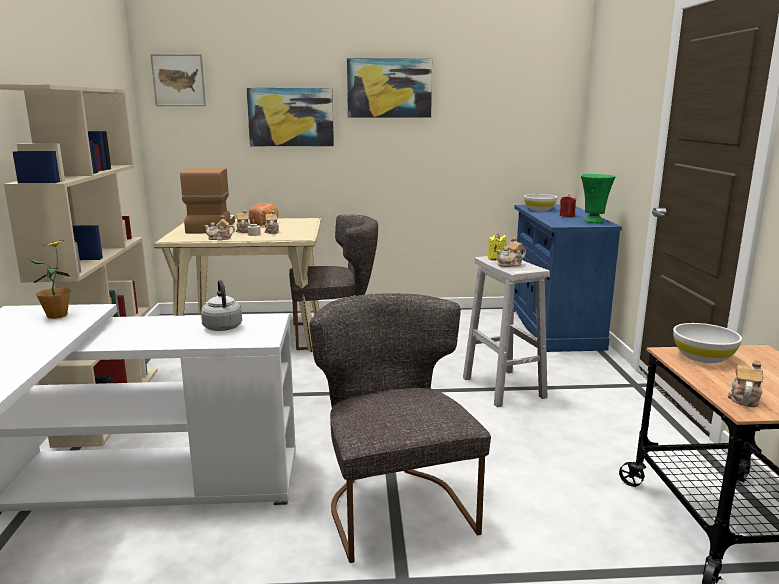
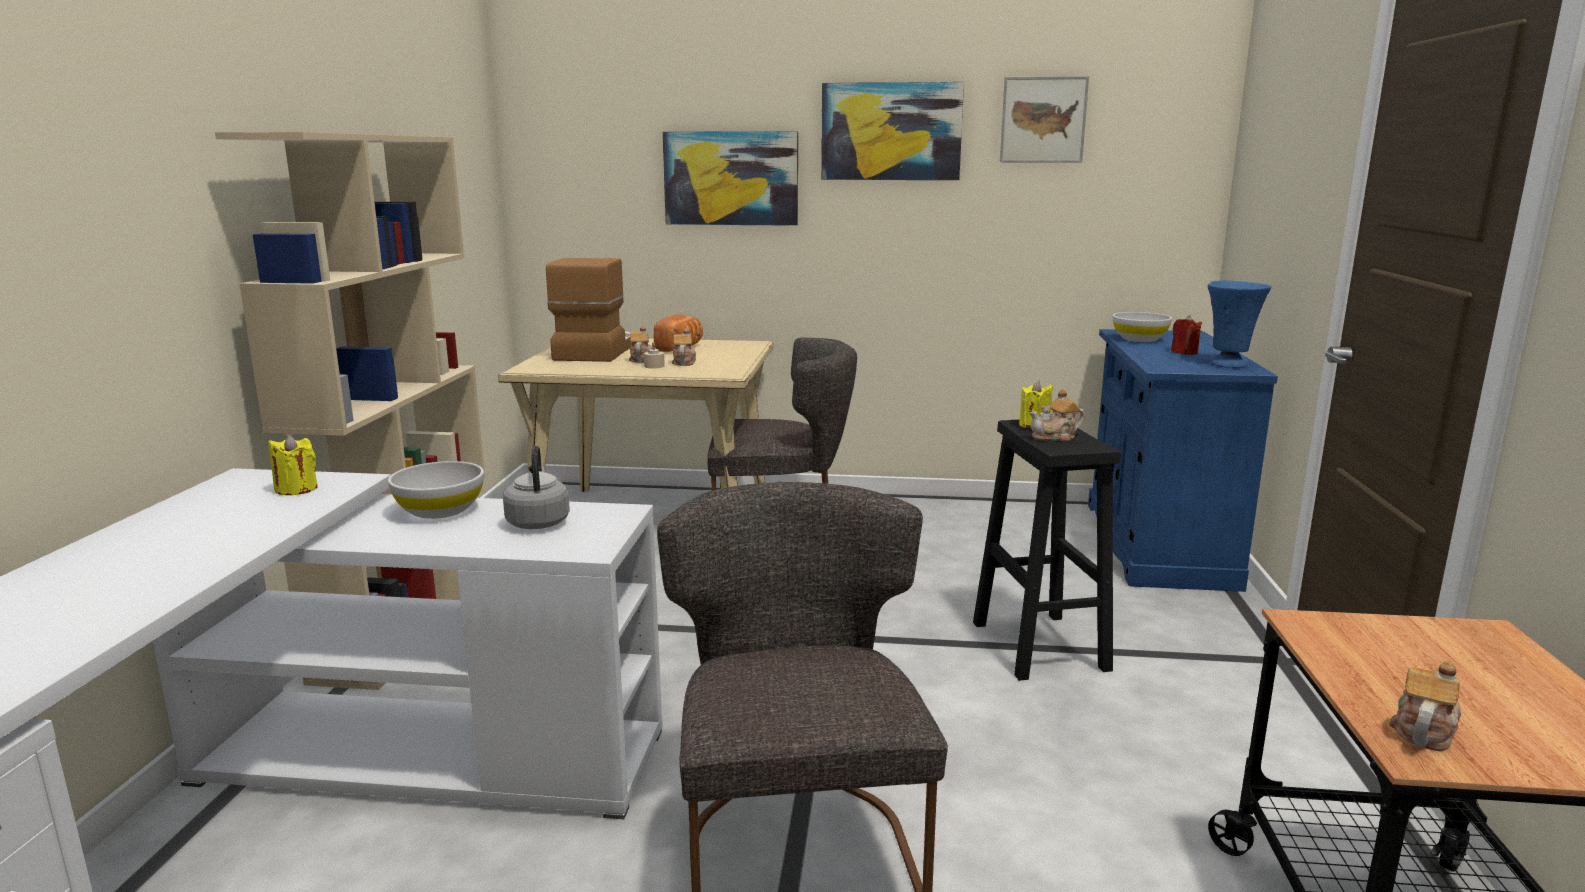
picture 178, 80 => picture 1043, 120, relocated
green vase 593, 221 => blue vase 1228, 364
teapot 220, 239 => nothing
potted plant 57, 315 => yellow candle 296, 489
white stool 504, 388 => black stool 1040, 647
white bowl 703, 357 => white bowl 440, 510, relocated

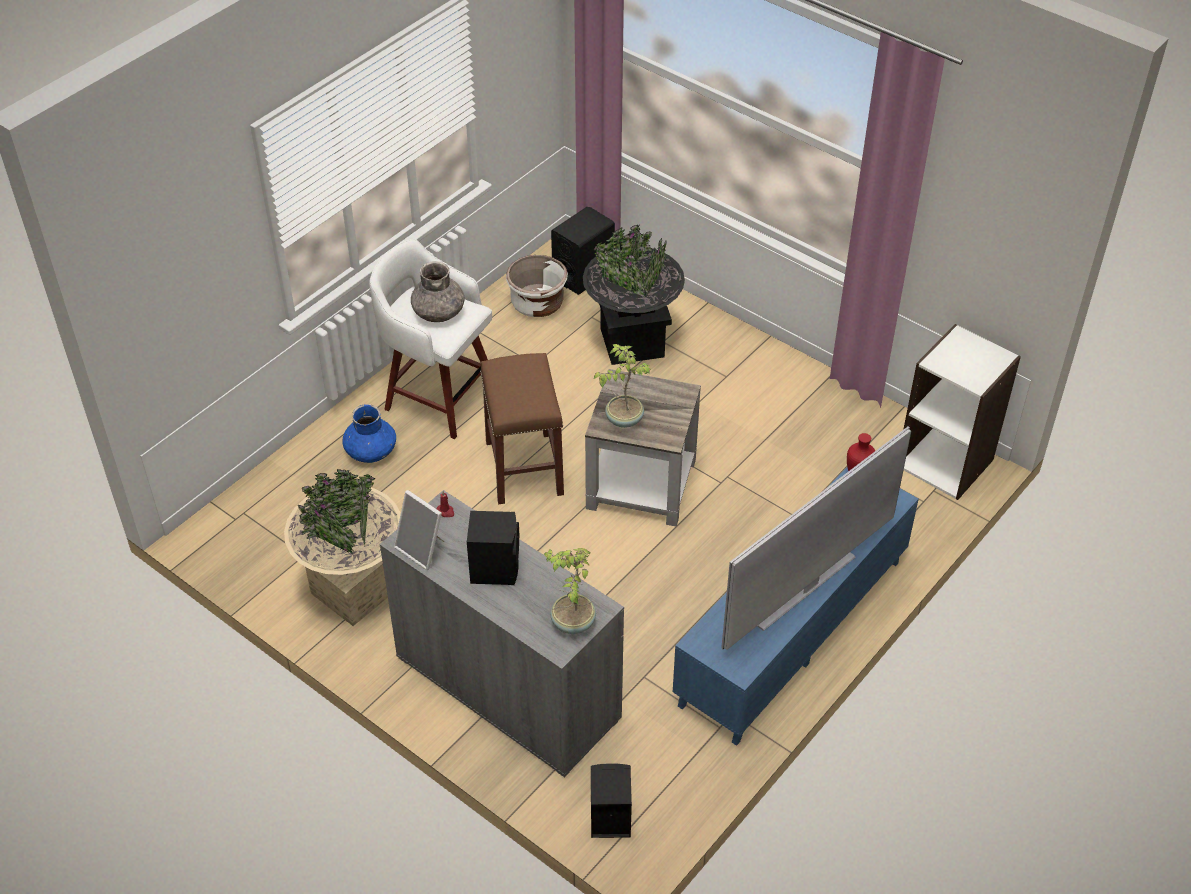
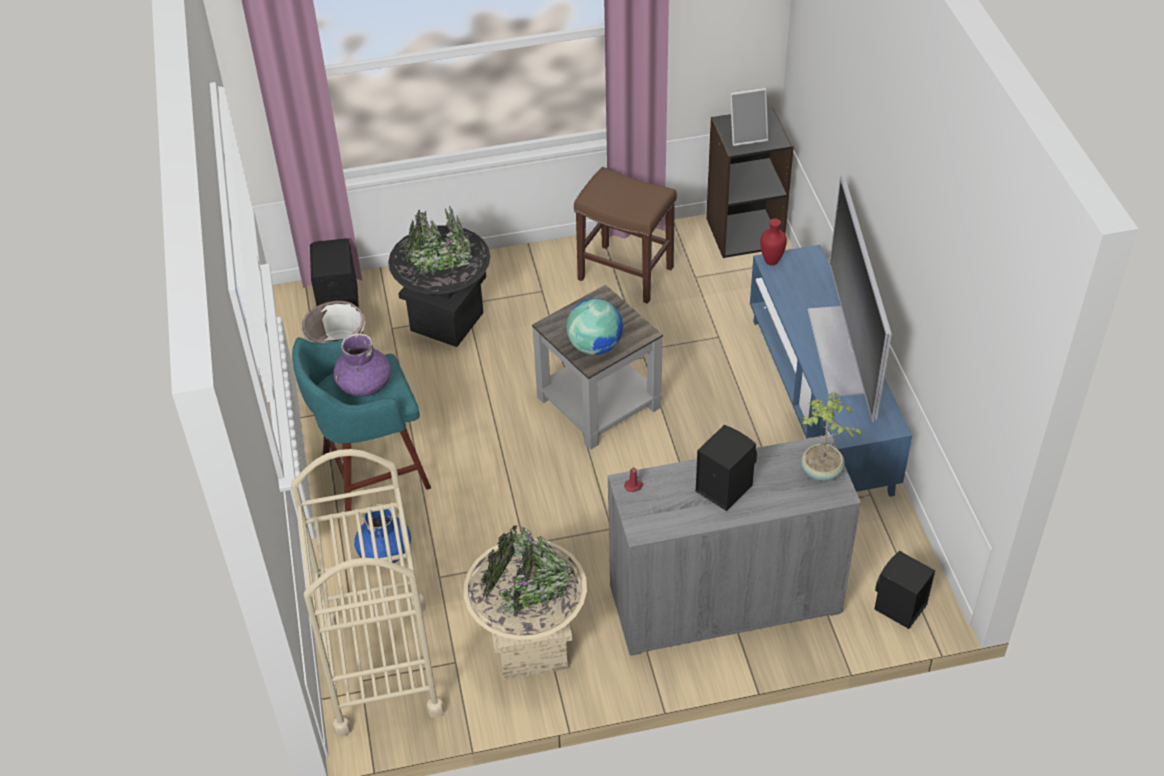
white stool 438, 397 => turquoise stool 372, 472
grey vase 439, 312 => purple vase 364, 384
white bookcase 945, 462 => black bookcase 744, 232
potted plant 623, 419 => globe 595, 346
brown stool 525, 469 => brown stool 627, 273, relocated
picture frame 422, 549 => picture frame 747, 136, relocated
nothing => beige cart 380, 666

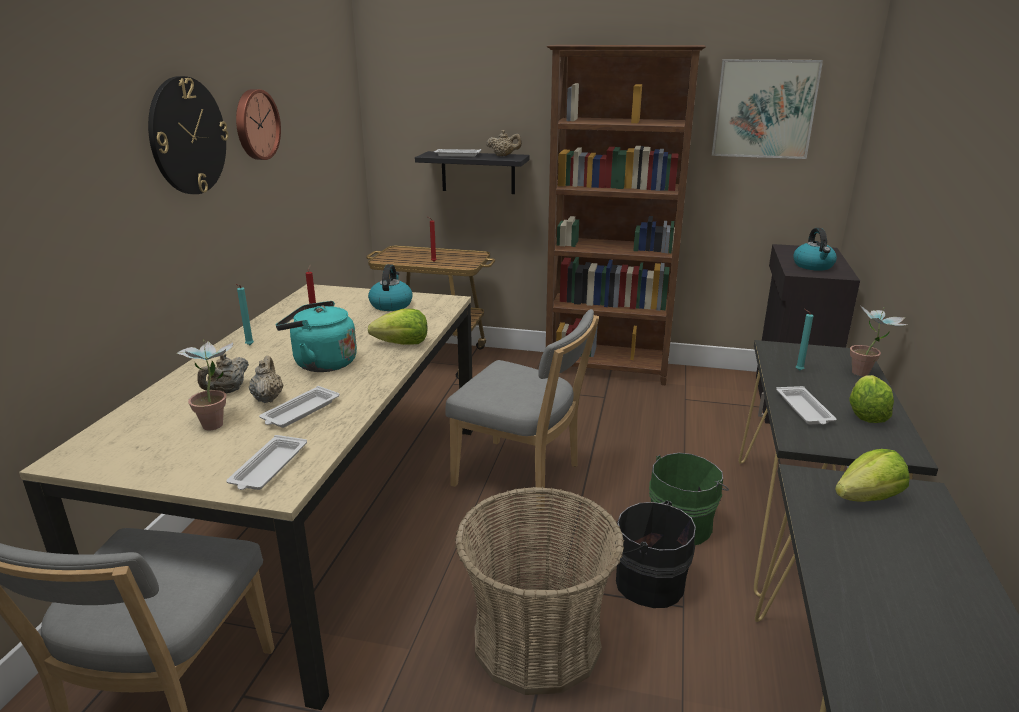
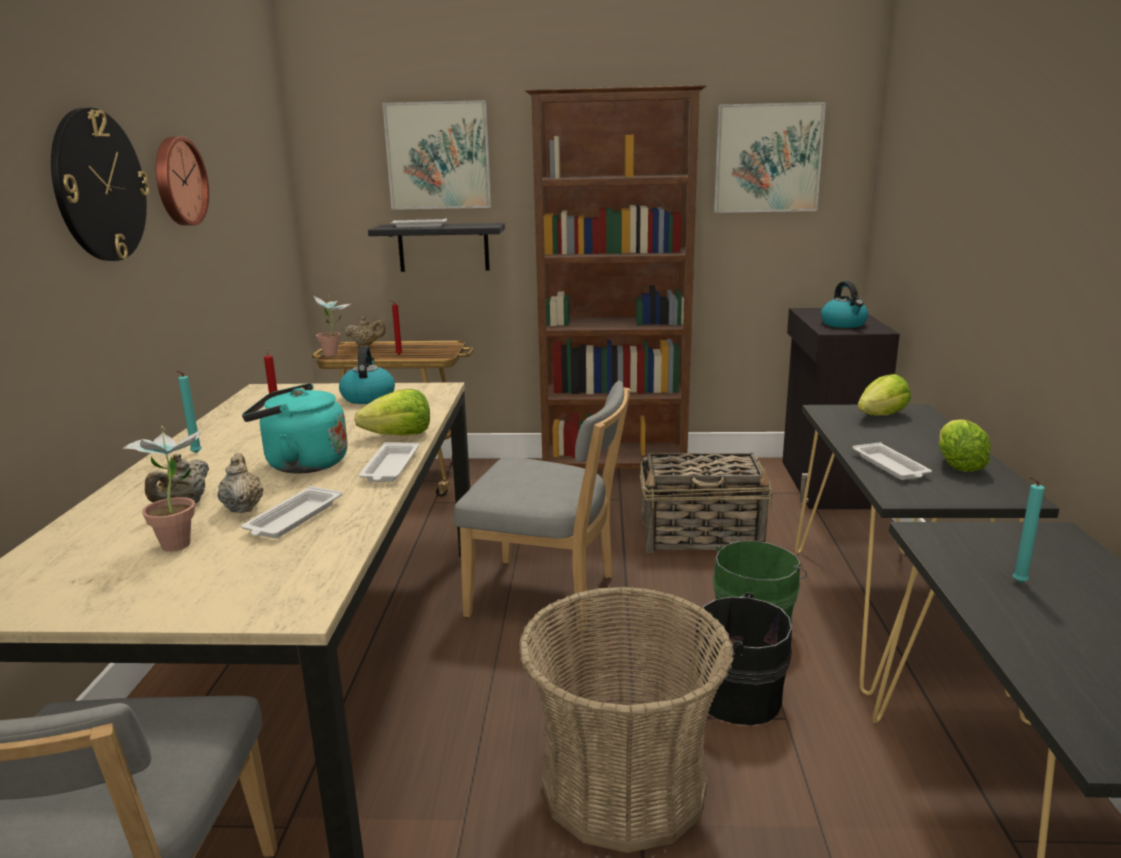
beige teapot 504, 156 => beige teapot 366, 344, relocated
potted plant 867, 374 => potted plant 335, 355, relocated
turquoise candle 798, 370 => turquoise candle 1017, 583, relocated
white tray 268, 468 => white tray 390, 468, relocated
lettuce 868, 498 => lettuce 881, 415, relocated
nothing => picture 438, 156
nothing => basket 702, 537

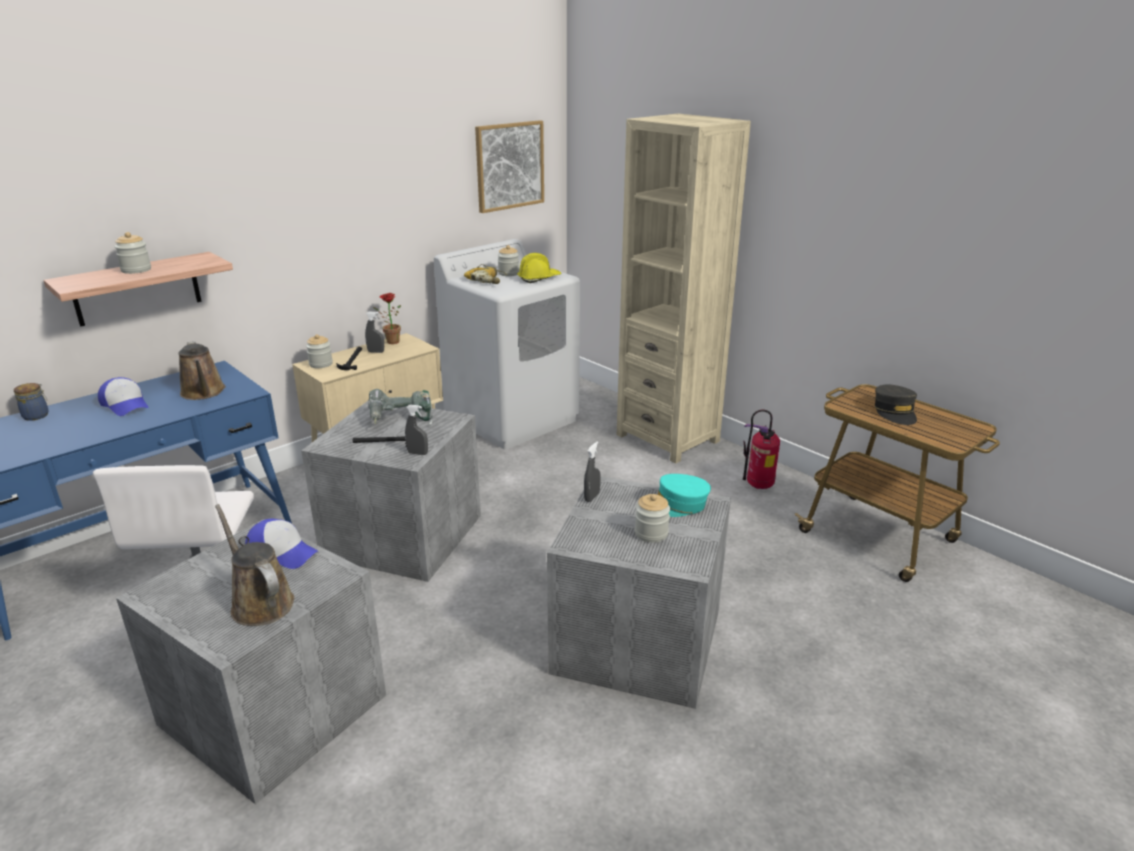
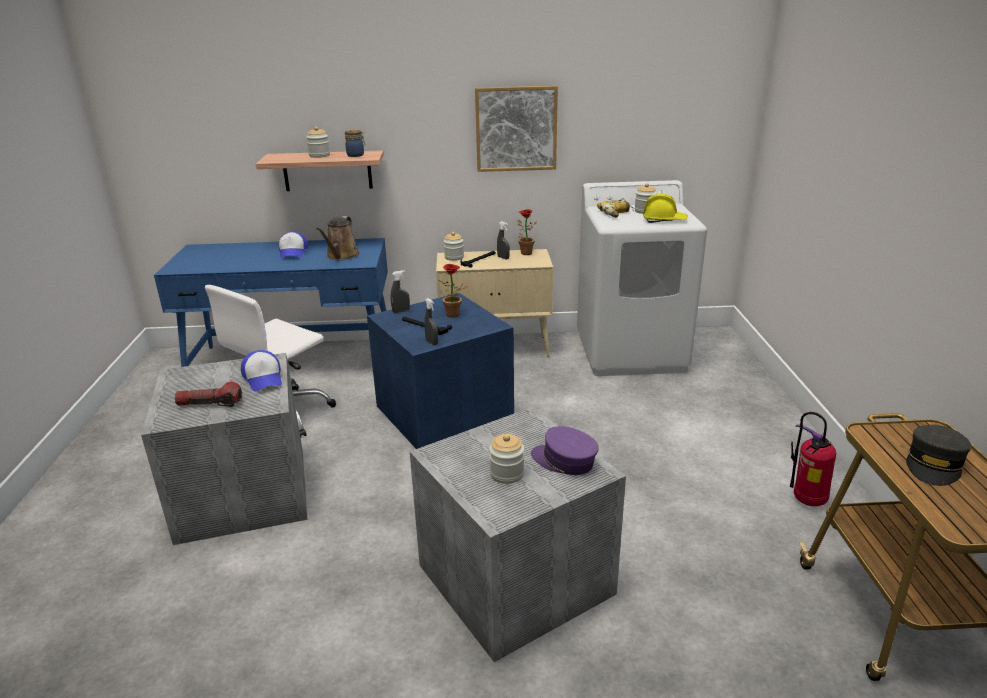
beige bookcase 668, 438 => nothing
picture 509, 166 => picture 516, 129, relocated
jar 37, 415 => jar 356, 155, relocated
power drill 401, 421 => potted plant 455, 315
grey storage box 400, 536 => blue storage box 441, 413
grey spray bottle 591, 497 => grey spray bottle 401, 311, relocated
turquoise cap 676, 505 => purple cap 564, 461
brown watering can 259, 602 => flashlight 210, 404

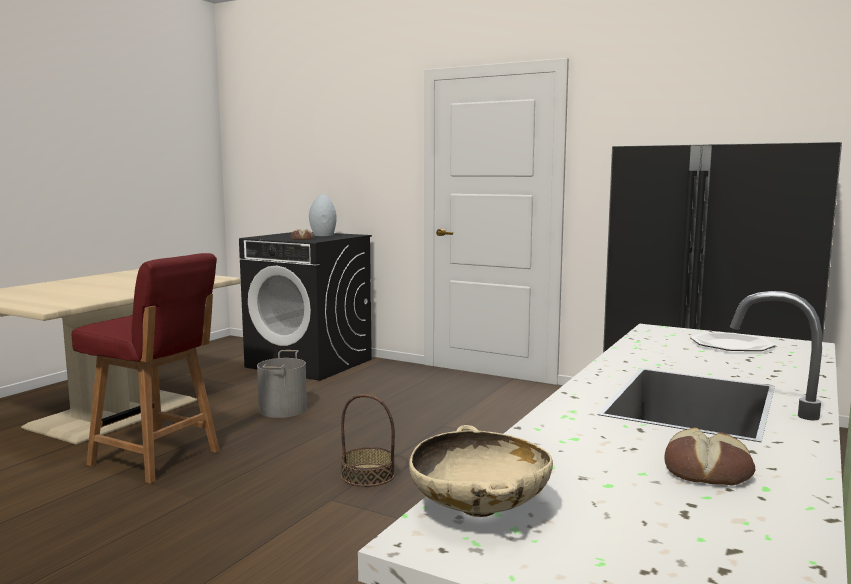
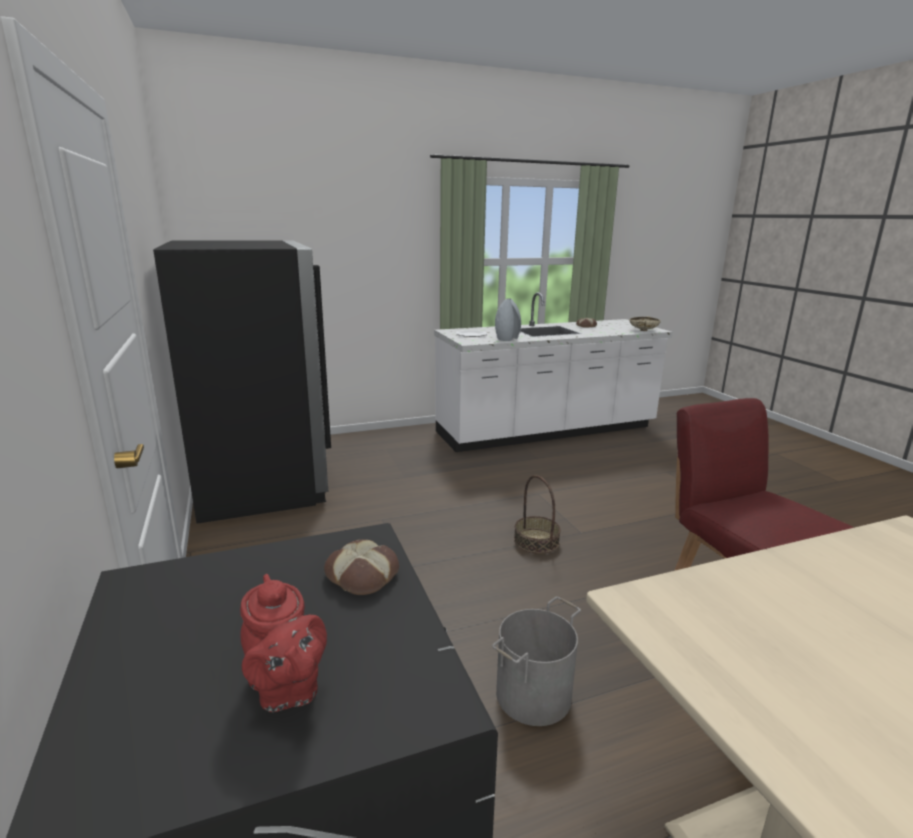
grey vase 323, 235 => grey vase 507, 339, relocated
nothing => red teapot 286, 690

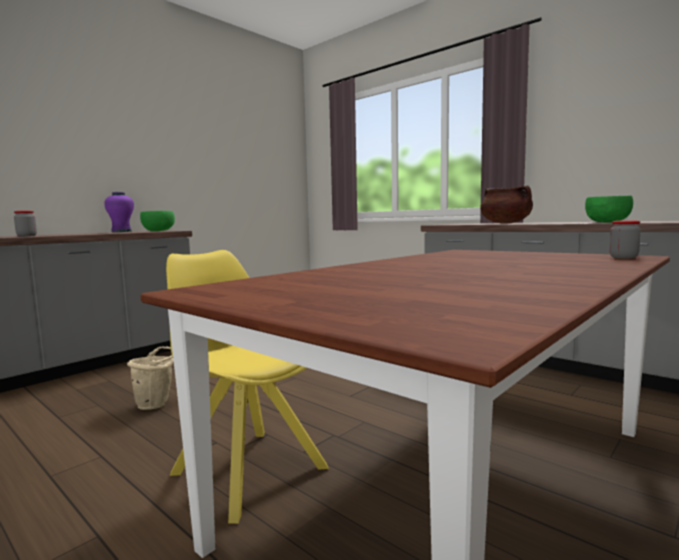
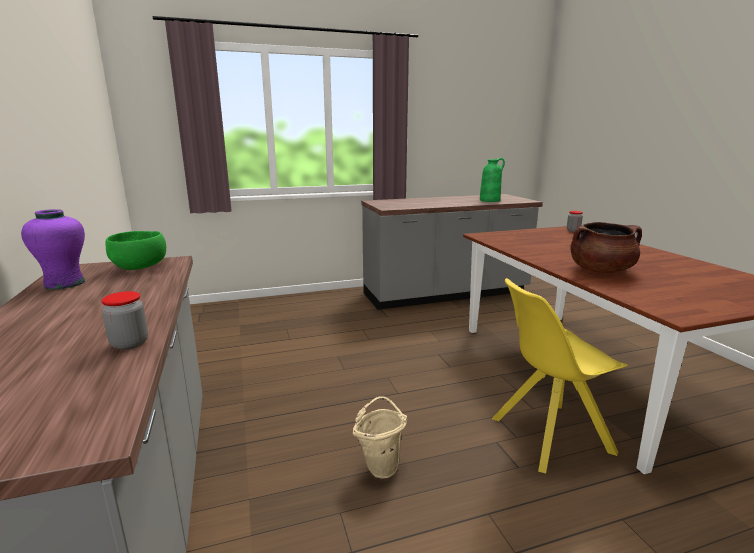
brown cooking pot 506, 223 => brown cooking pot 601, 270, relocated
green bowl 608, 222 => green vase 490, 200

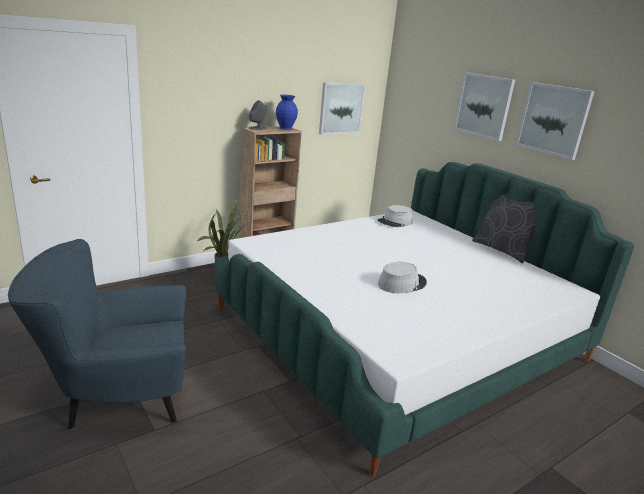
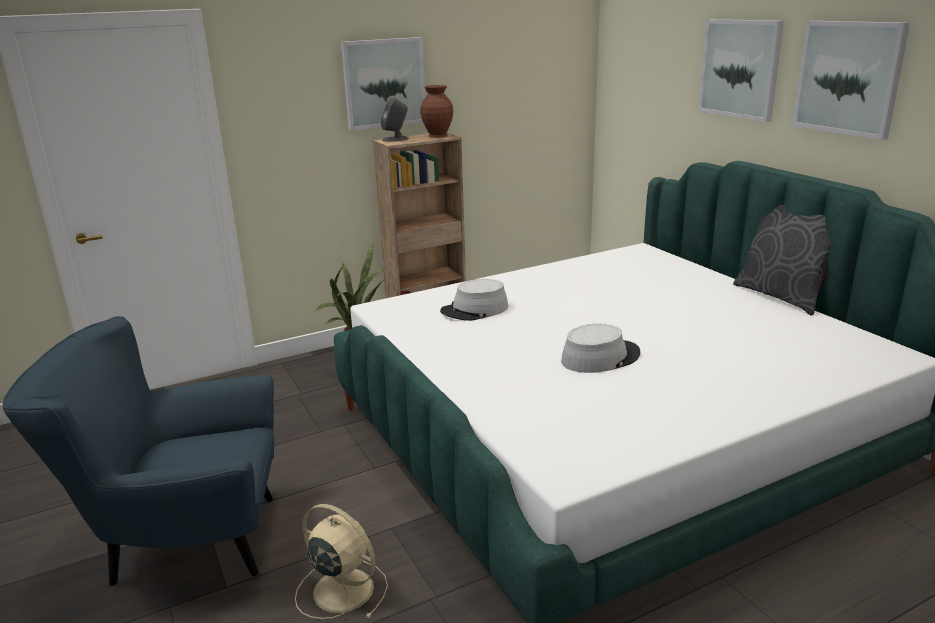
picture 341, 108 => picture 384, 83, relocated
blue vase 286, 128 => brown vase 438, 136
grey hat 395, 222 => grey hat 475, 310, relocated
nothing => beige fan 341, 589

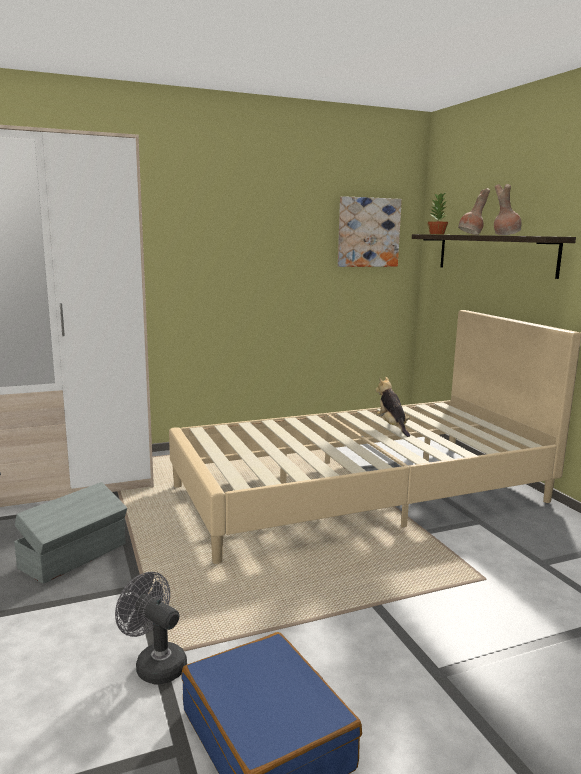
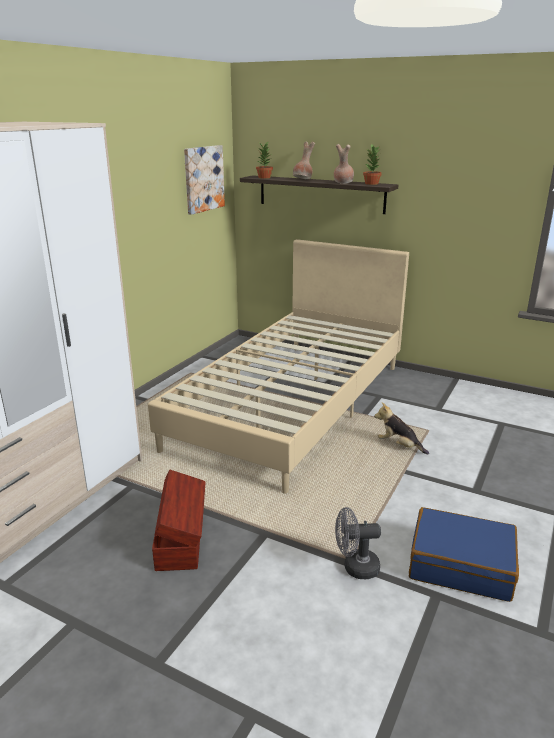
plush toy 392, 426 => plush toy 399, 446, relocated
grey storage box 75, 556 => brown storage box 181, 538
nothing => potted plant 371, 183

